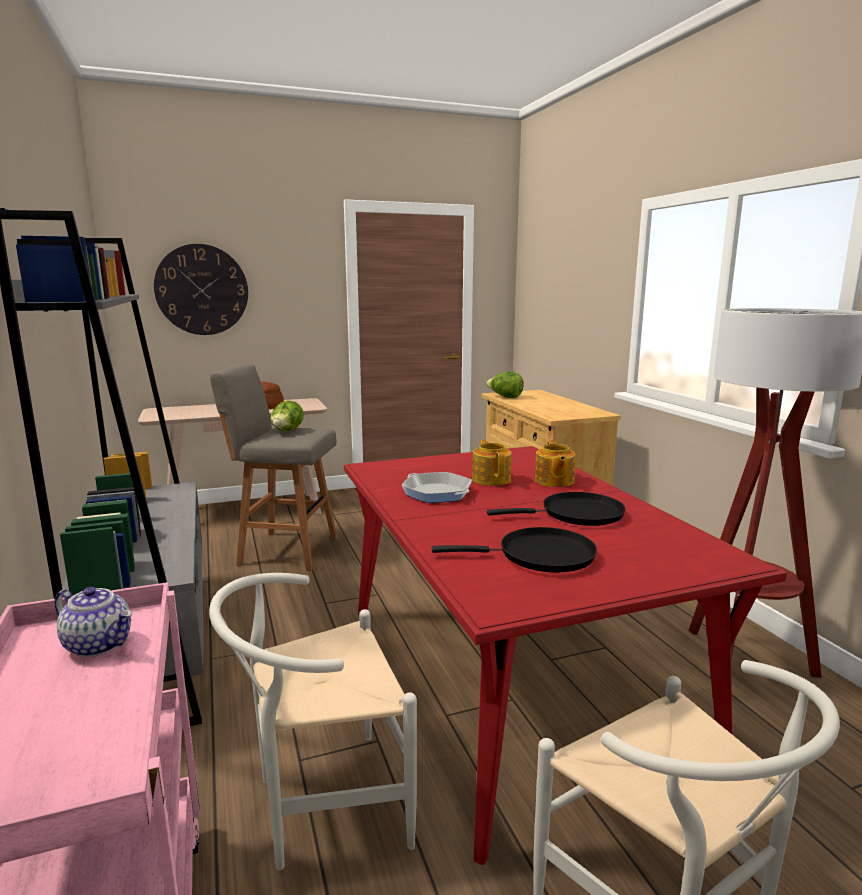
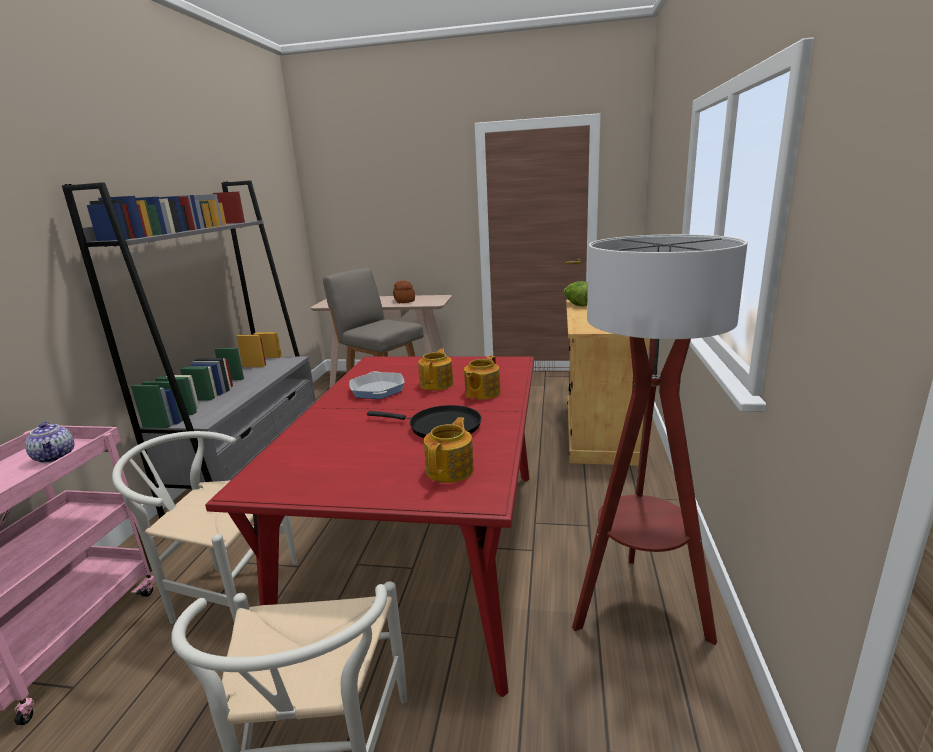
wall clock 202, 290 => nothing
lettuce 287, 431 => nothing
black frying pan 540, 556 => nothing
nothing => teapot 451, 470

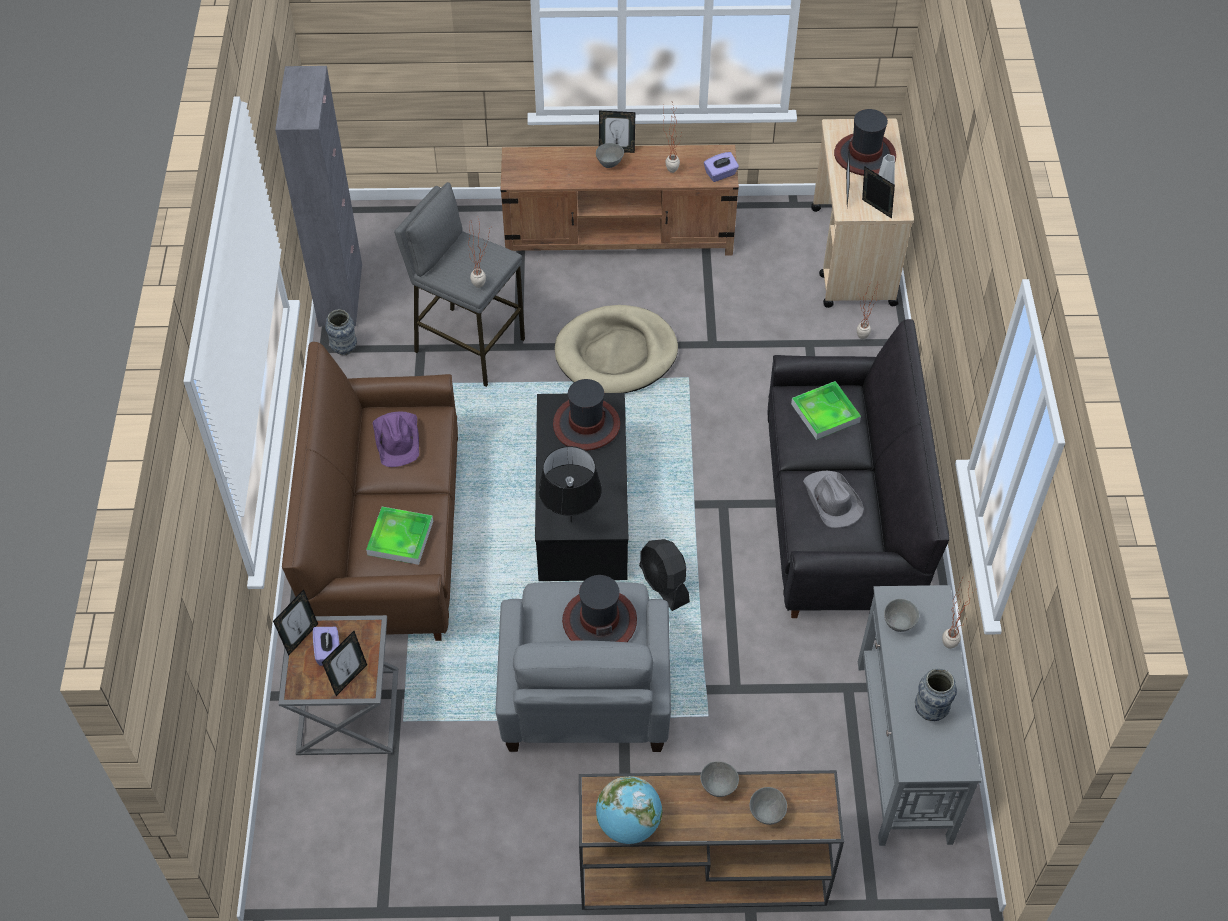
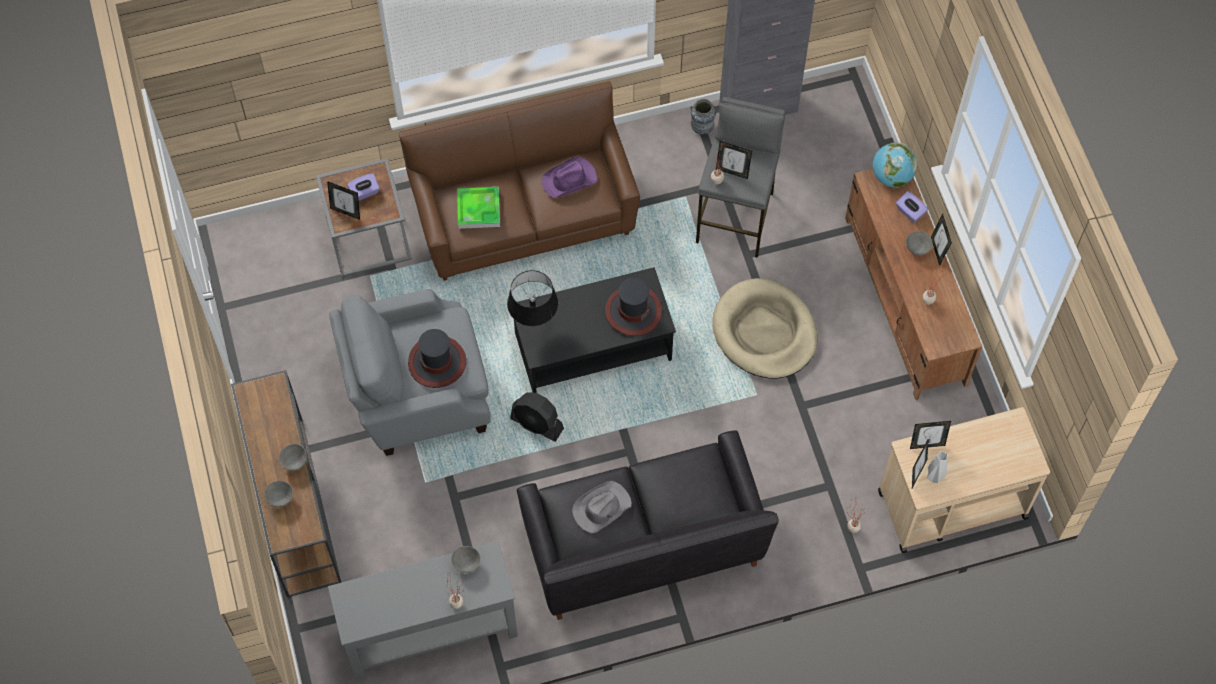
hat 865, 155 => nothing
purple tissue box 720, 174 => purple tissue box 910, 212, relocated
tray 825, 413 => nothing
black fan 664, 584 => black fan 537, 424, 105 degrees counterclockwise
picture frame 300, 637 => picture frame 732, 171, relocated
vase 930, 710 => nothing
globe 628, 824 => globe 891, 176, relocated

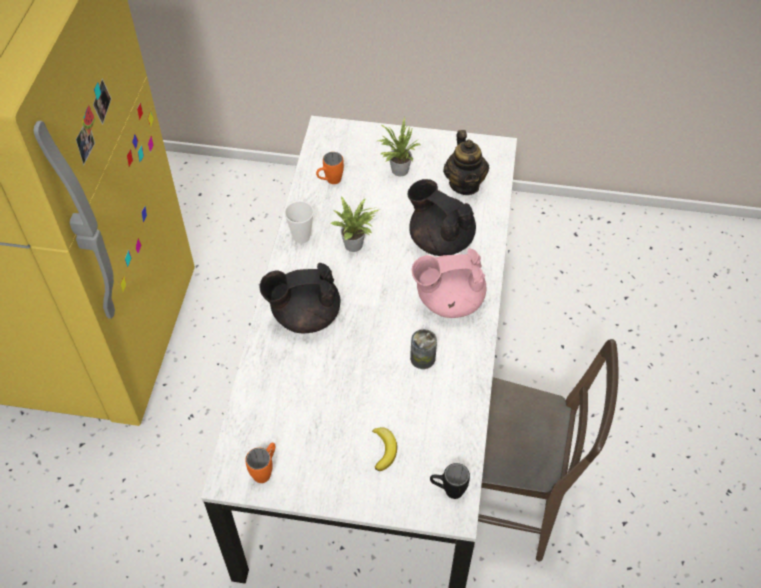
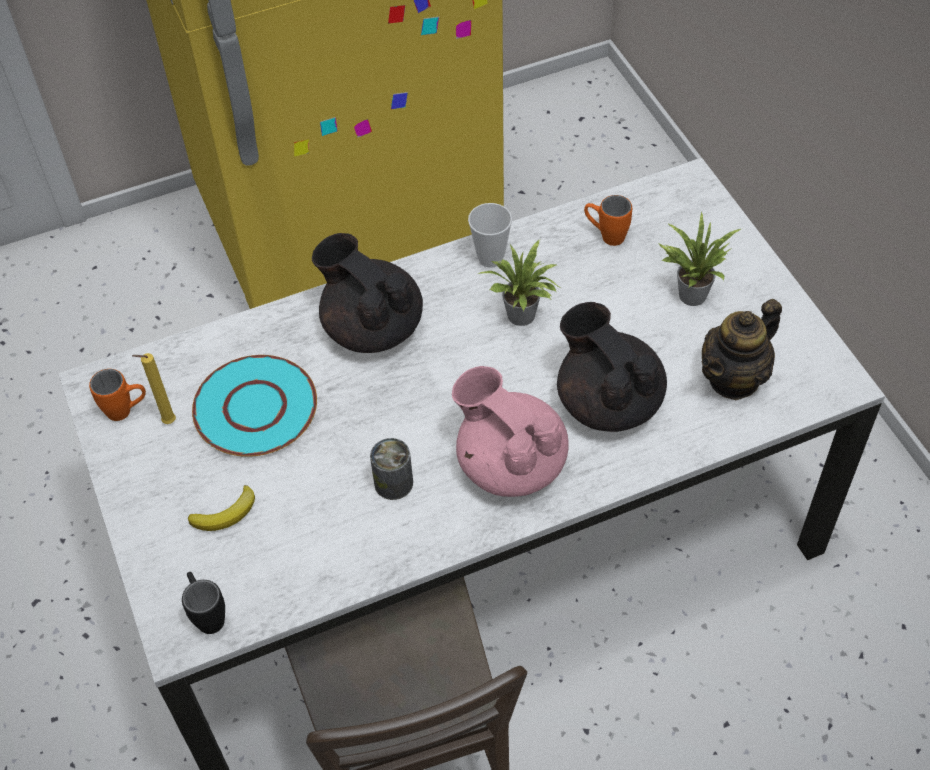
black teapot 440, 239 => black teapot 608, 401, 45 degrees counterclockwise
nothing => yellow candle 167, 422
nothing => turquoise plate 254, 407

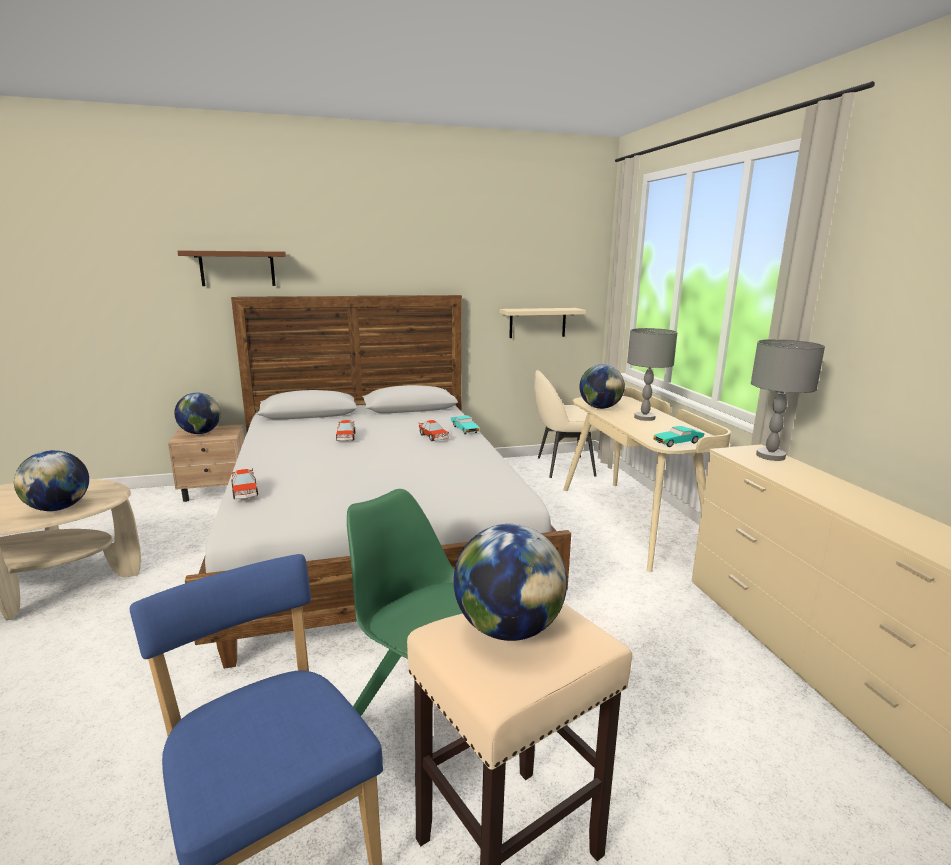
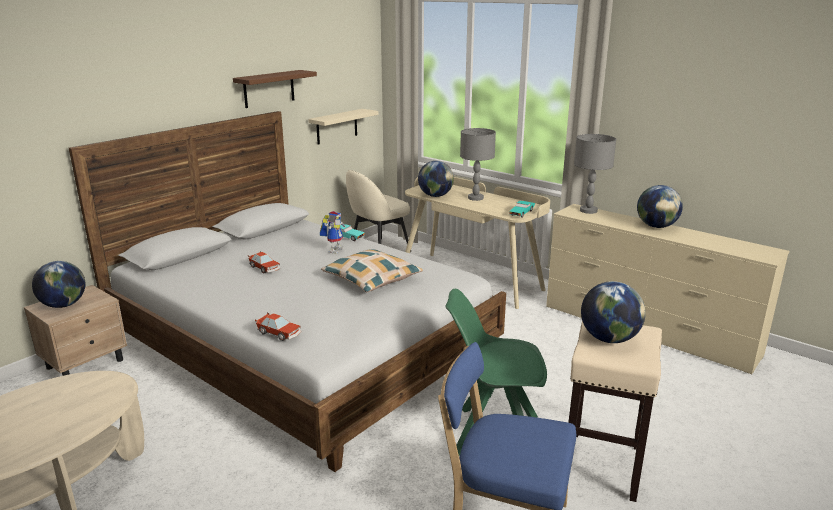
brown shelf 237, 268 => brown shelf 269, 88, relocated
toy car 433, 437 => toy robot 334, 249
globe 59, 508 => globe 656, 226, relocated
nothing => pillow 372, 279

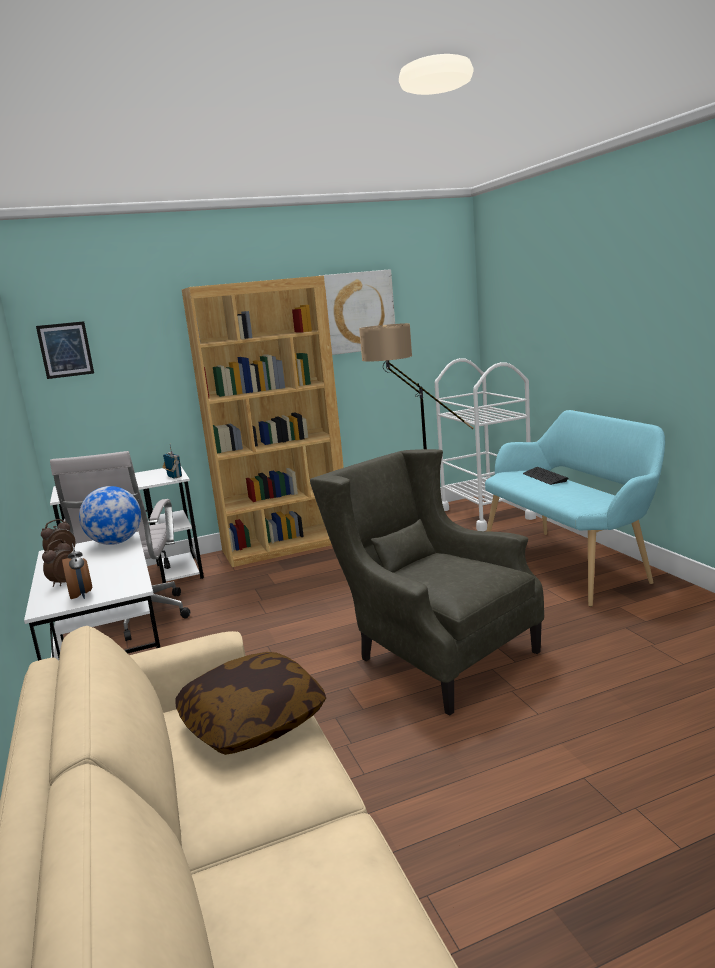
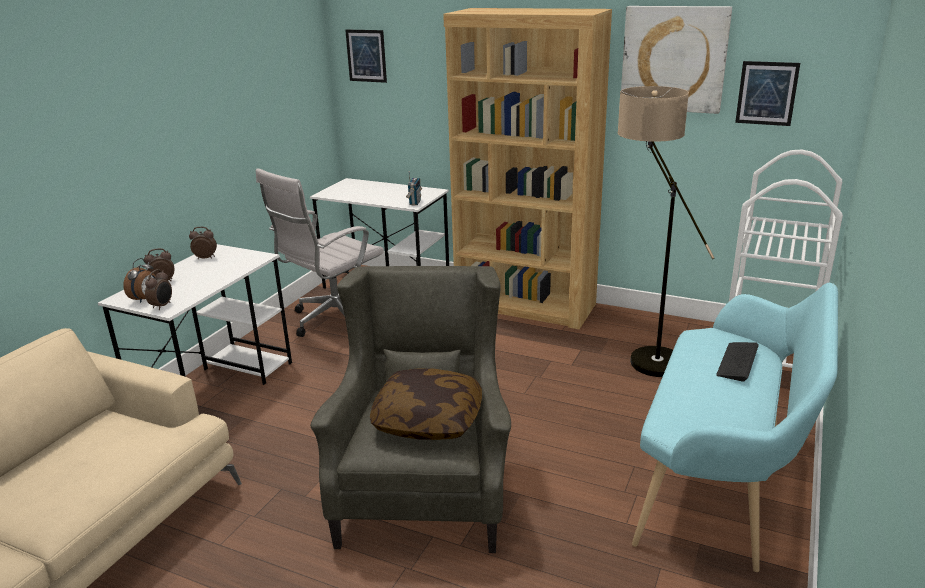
globe 115, 543 => nothing
pillow 253, 721 => pillow 428, 420, relocated
nothing => picture 766, 93
nothing => alarm clock 162, 306

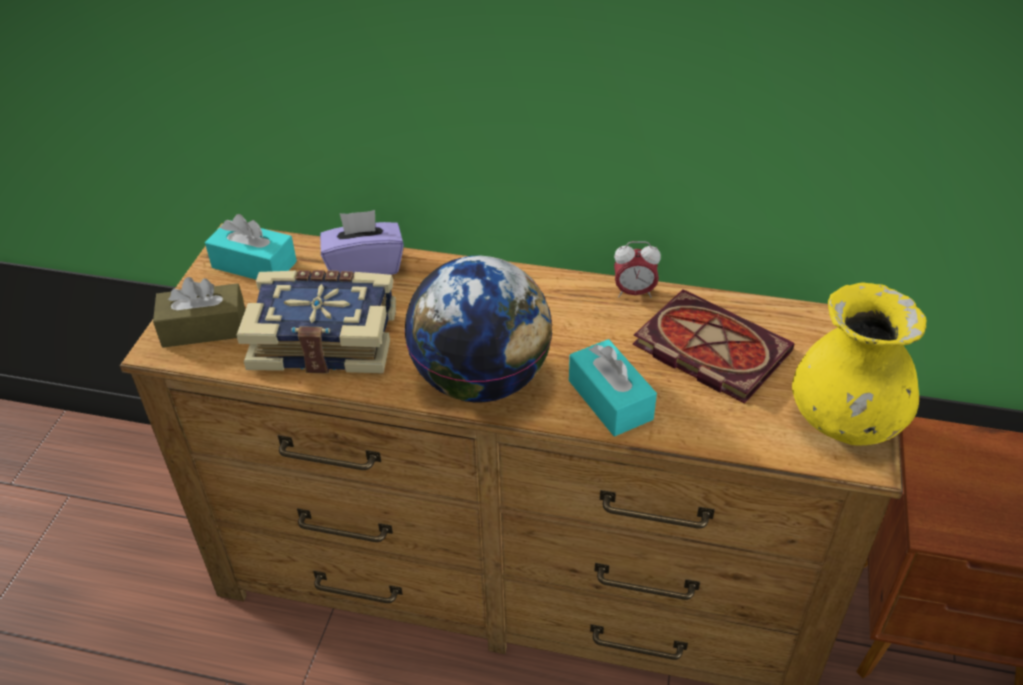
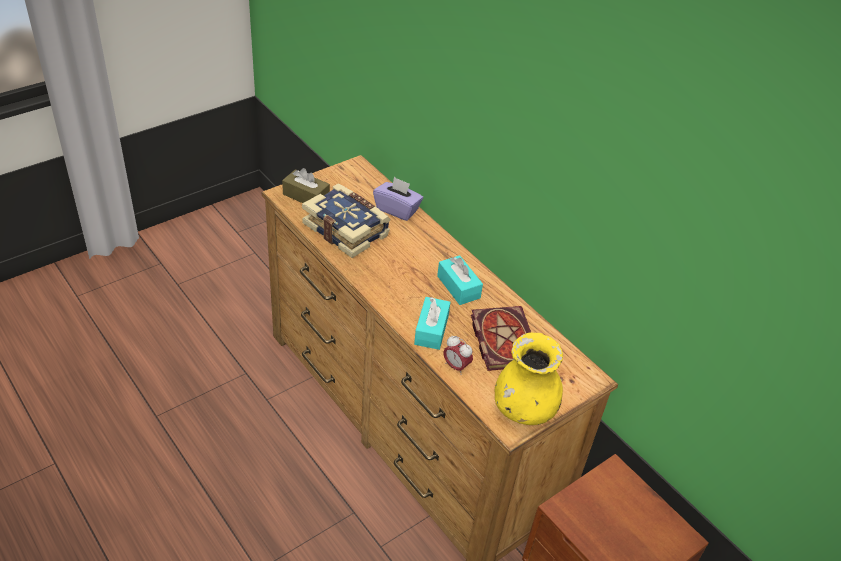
turquoise tissue box 254, 265 => turquoise tissue box 458, 287, relocated
alarm clock 634, 293 => alarm clock 456, 366, relocated
globe 481, 380 => nothing

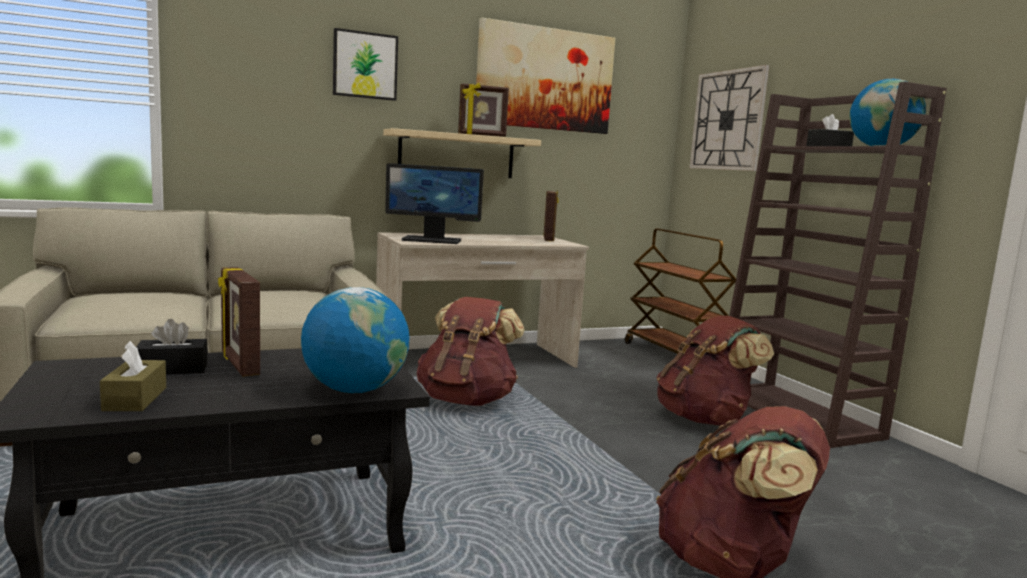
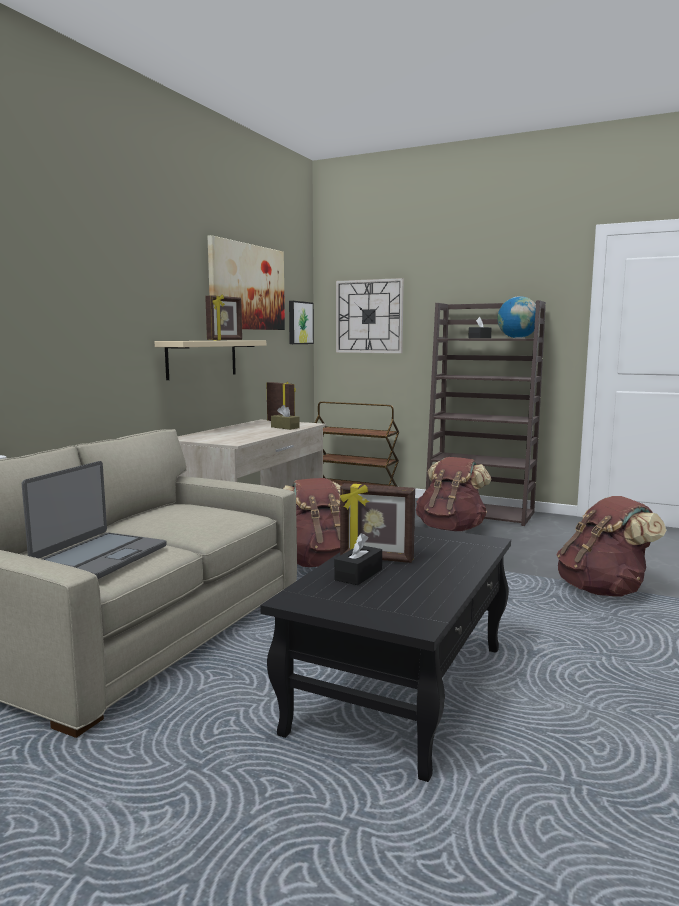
picture 365, 65 => picture 299, 323, relocated
monitor 432, 240 => nothing
globe 355, 390 => nothing
brown tissue box 135, 399 => brown tissue box 285, 427, relocated
nothing => laptop 100, 557

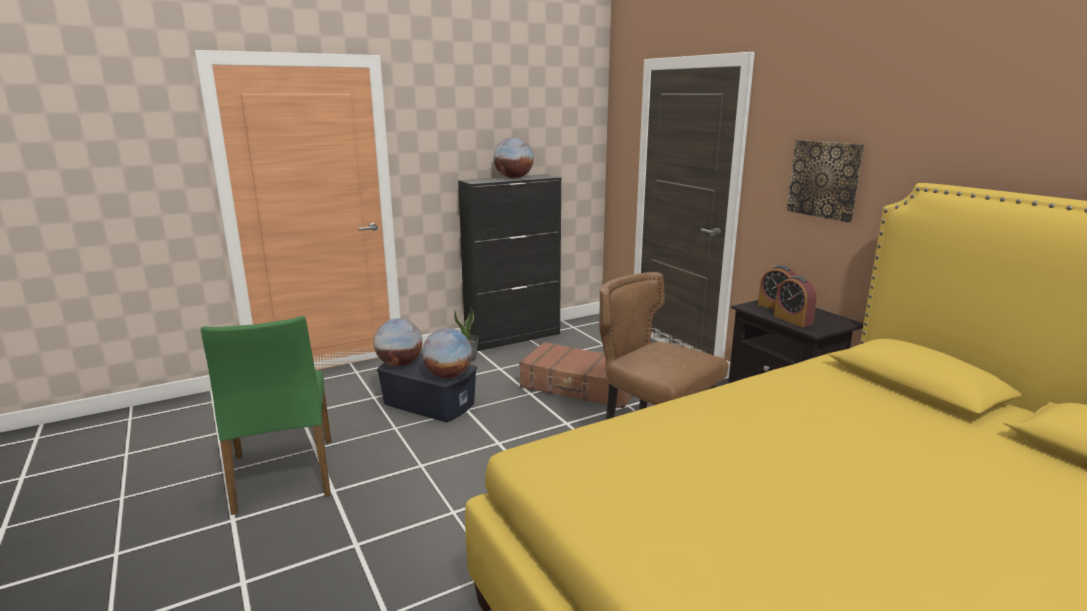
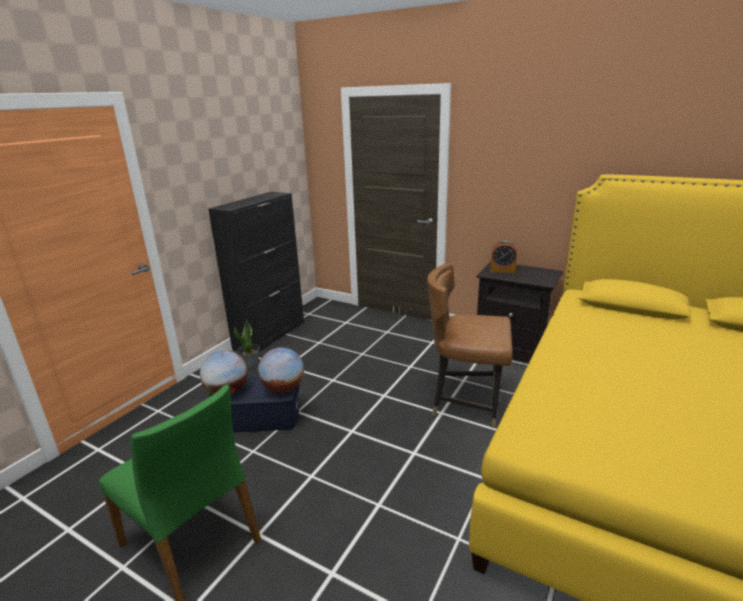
globe 513, 178 => nothing
picture 825, 179 => nothing
alarm clock 793, 320 => nothing
brown suitcase 580, 386 => nothing

